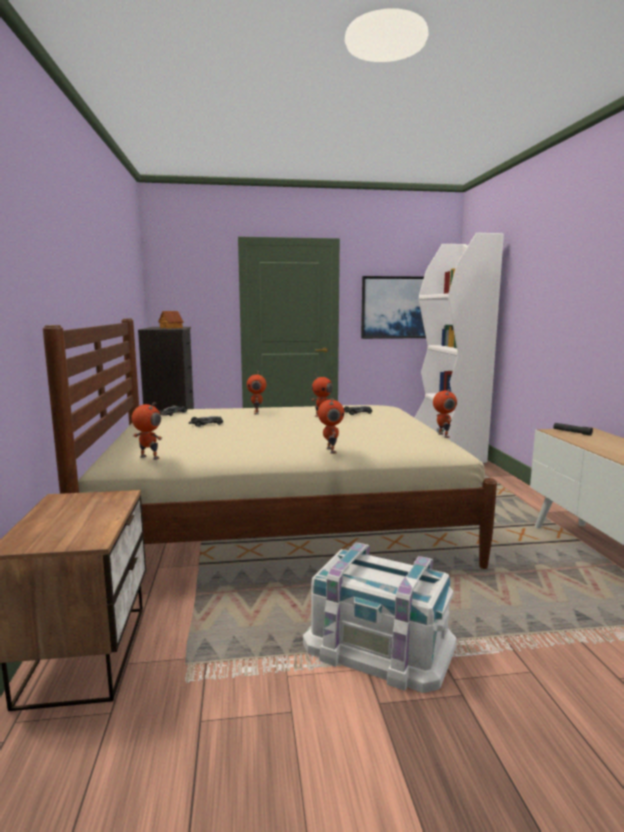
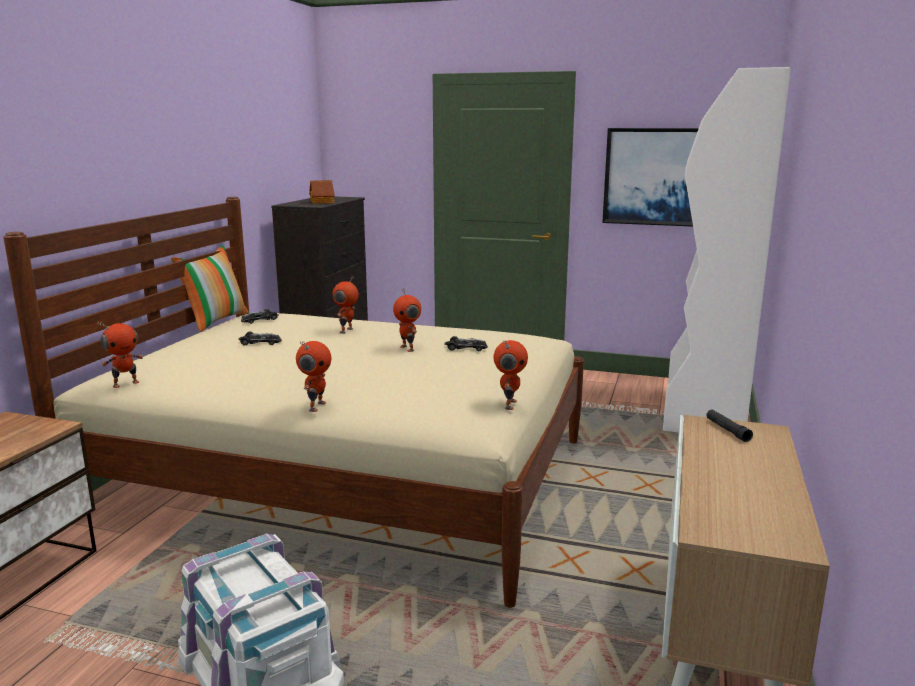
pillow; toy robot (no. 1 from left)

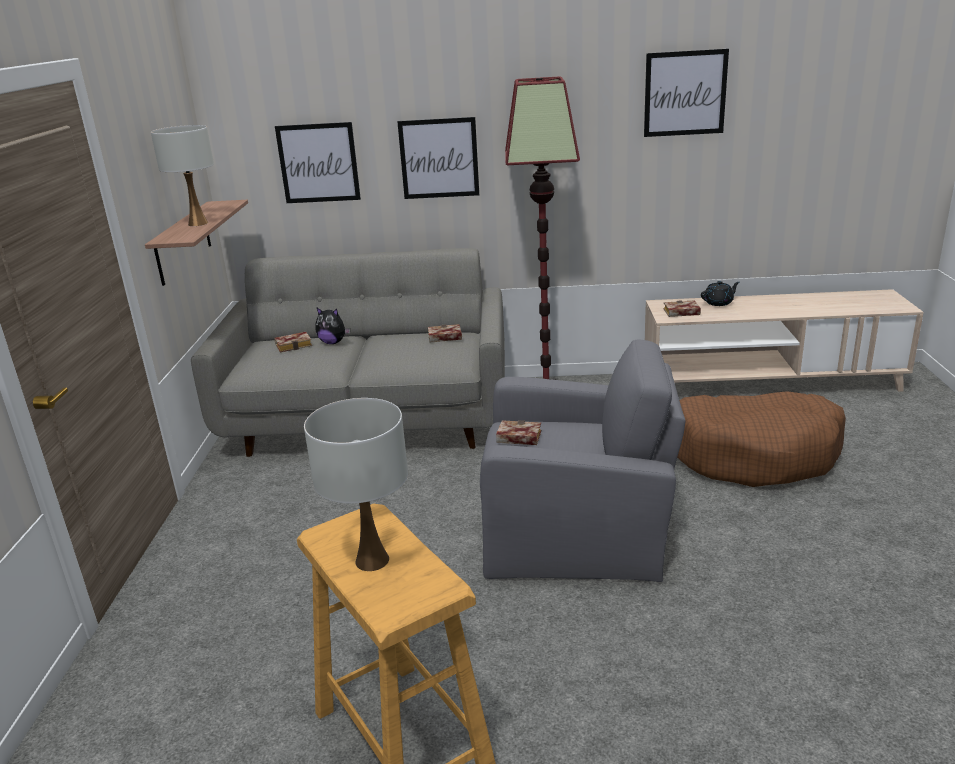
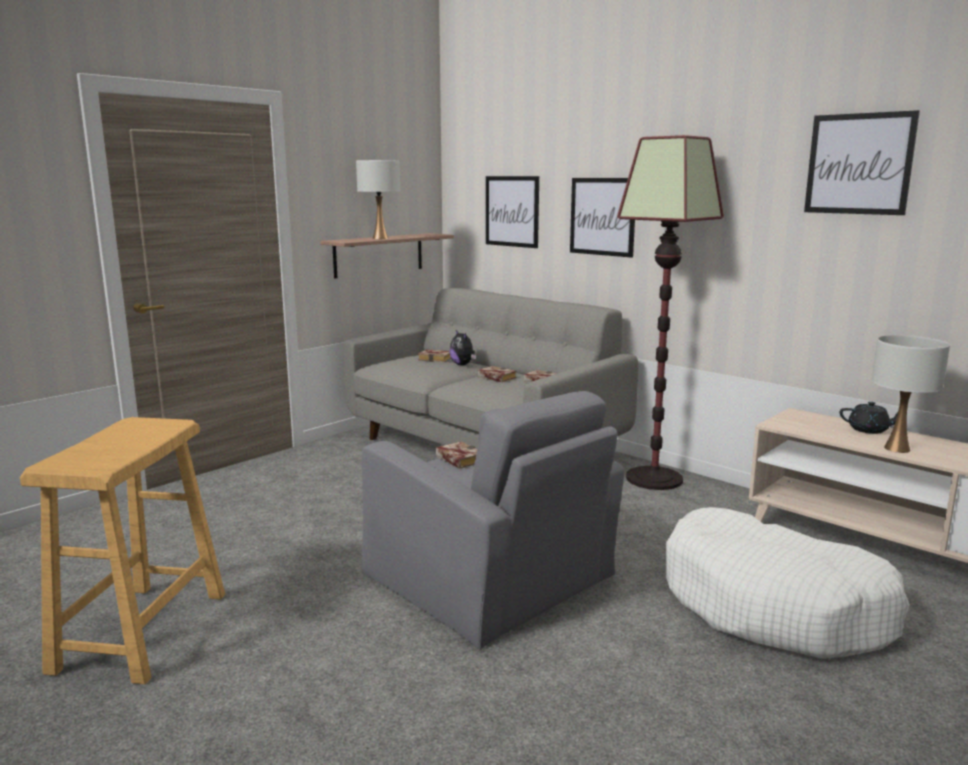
white table lamp (no. 2 from left); book (no. 3 from left); white dog bed

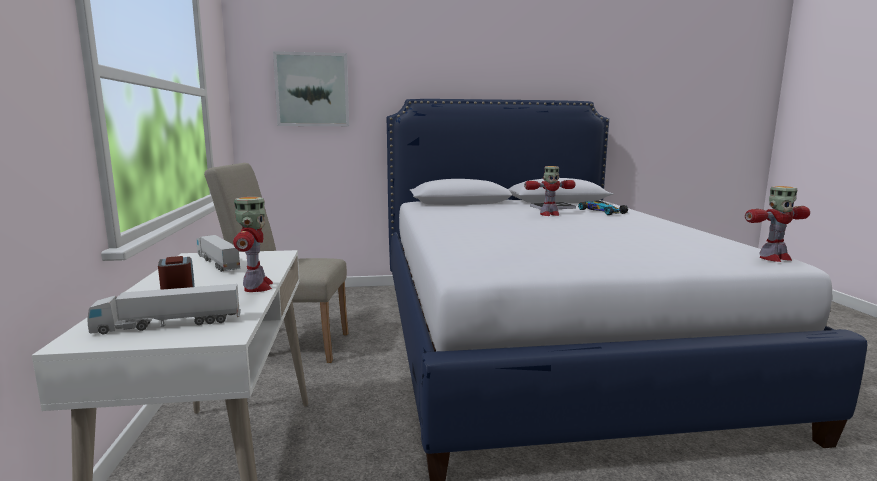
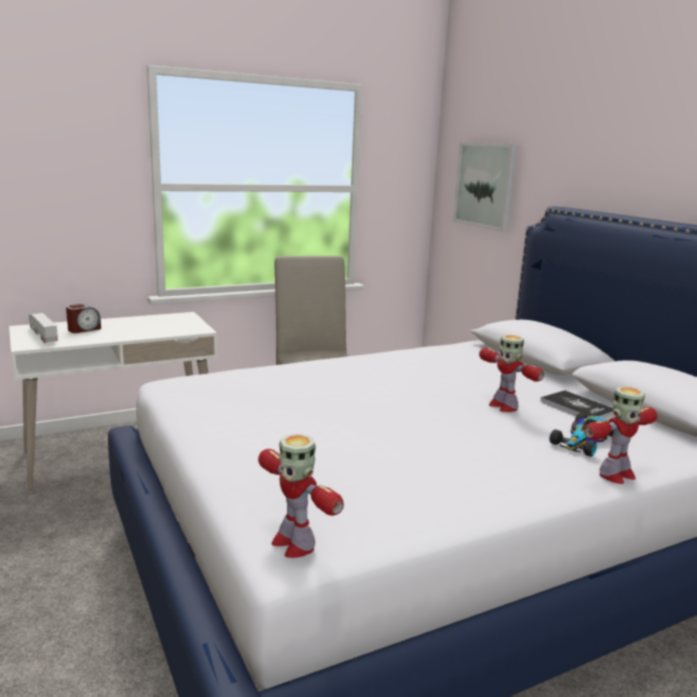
toy truck (no. 2 from left in the first image); toy robot (no. 3 from left)

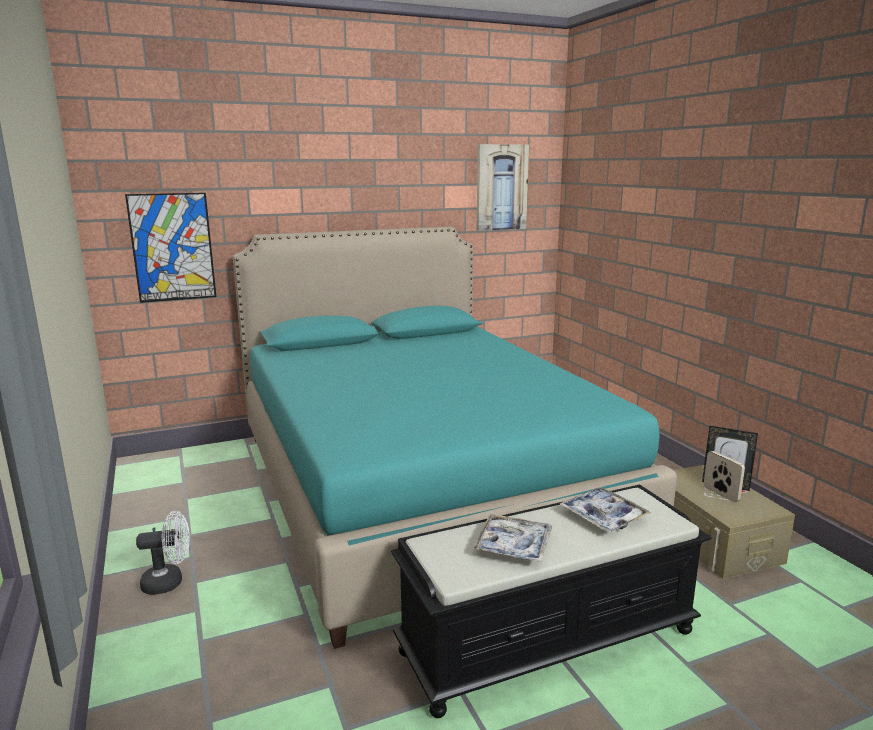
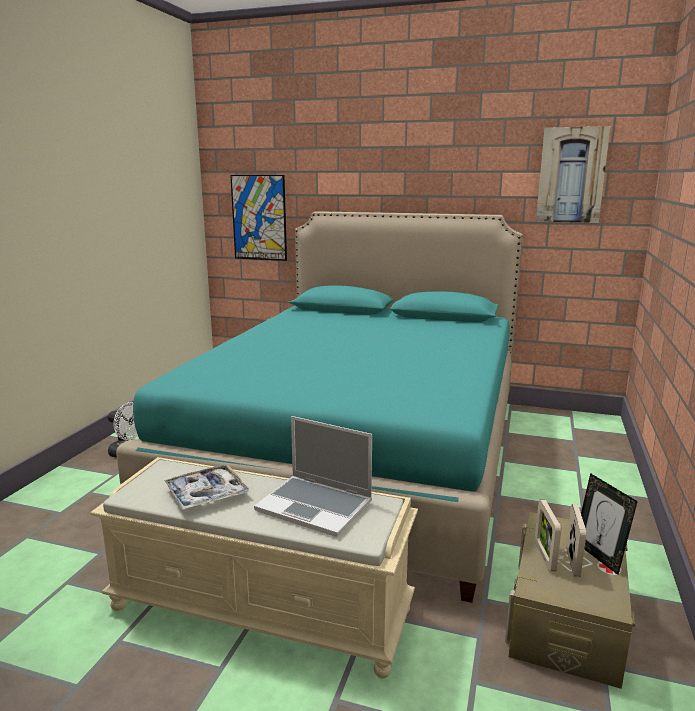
picture frame (no. 1 from left); laptop; beige bench

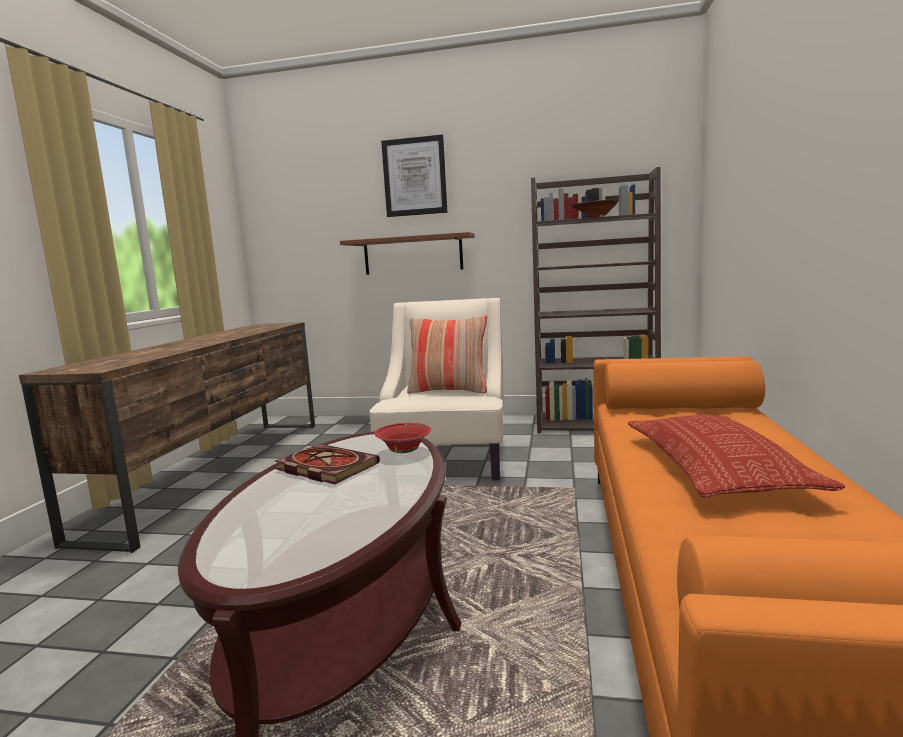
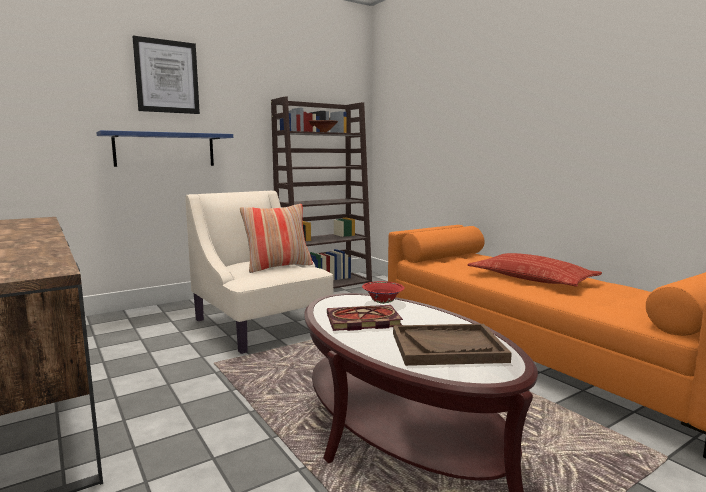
brown tray; blue shelf

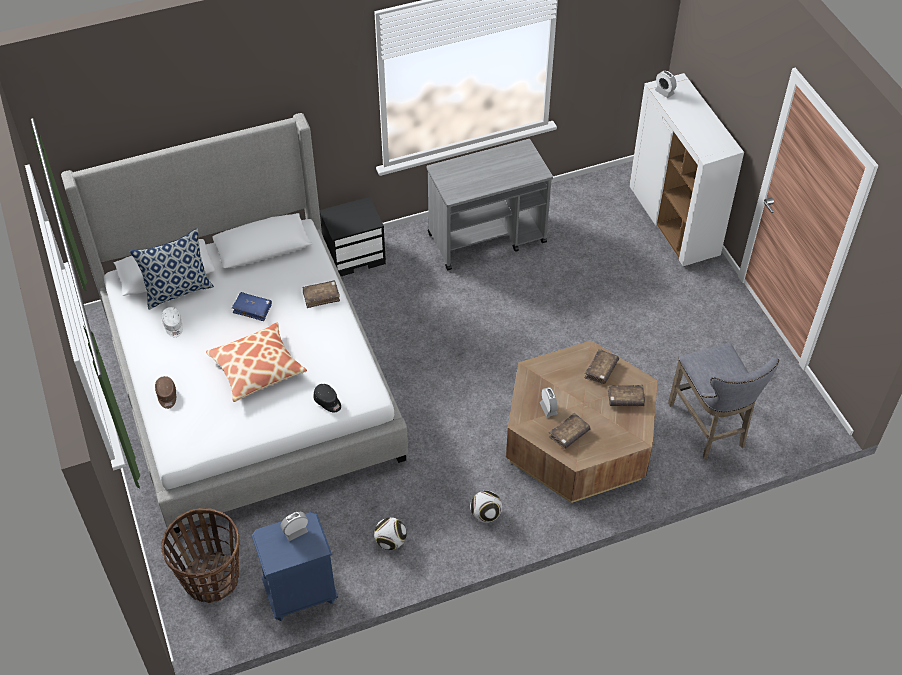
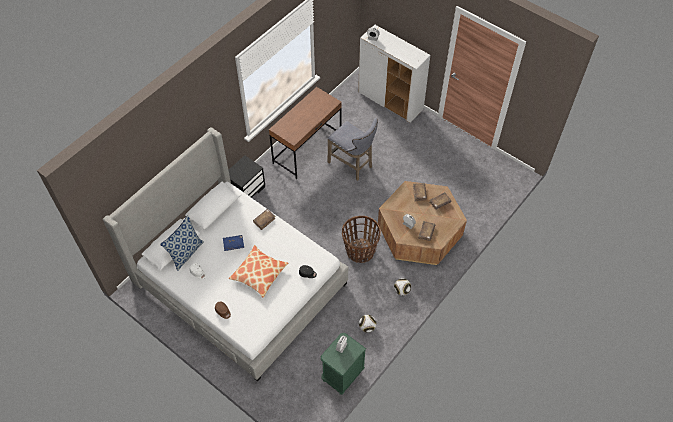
basket; grey stool; brown desk; green nightstand

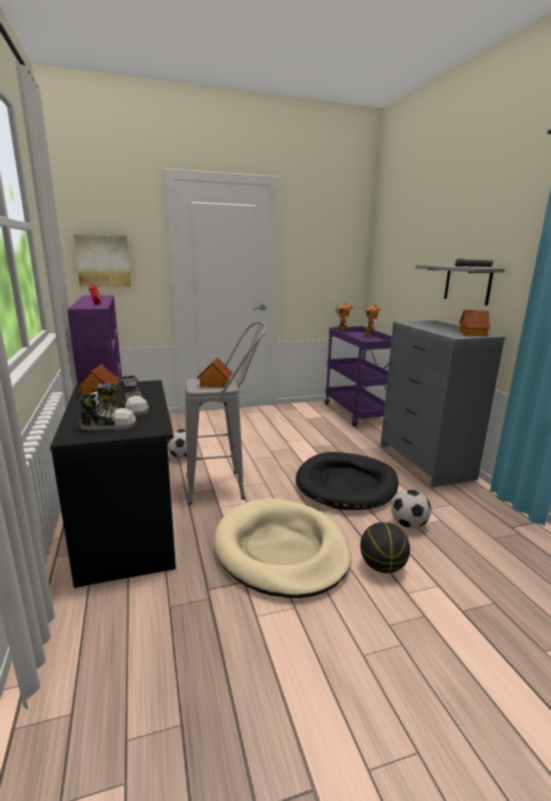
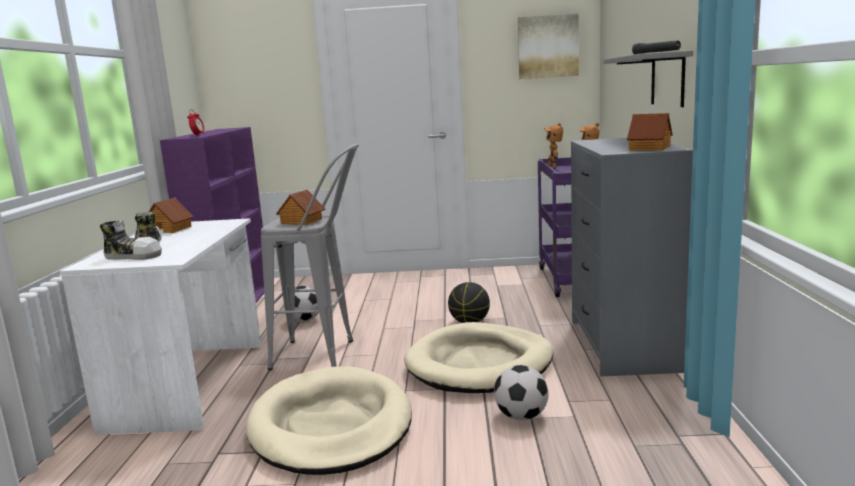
shoe (no. 3 from left in the first image); picture; basketball; white desk; beige dog bed (no. 2 from left)

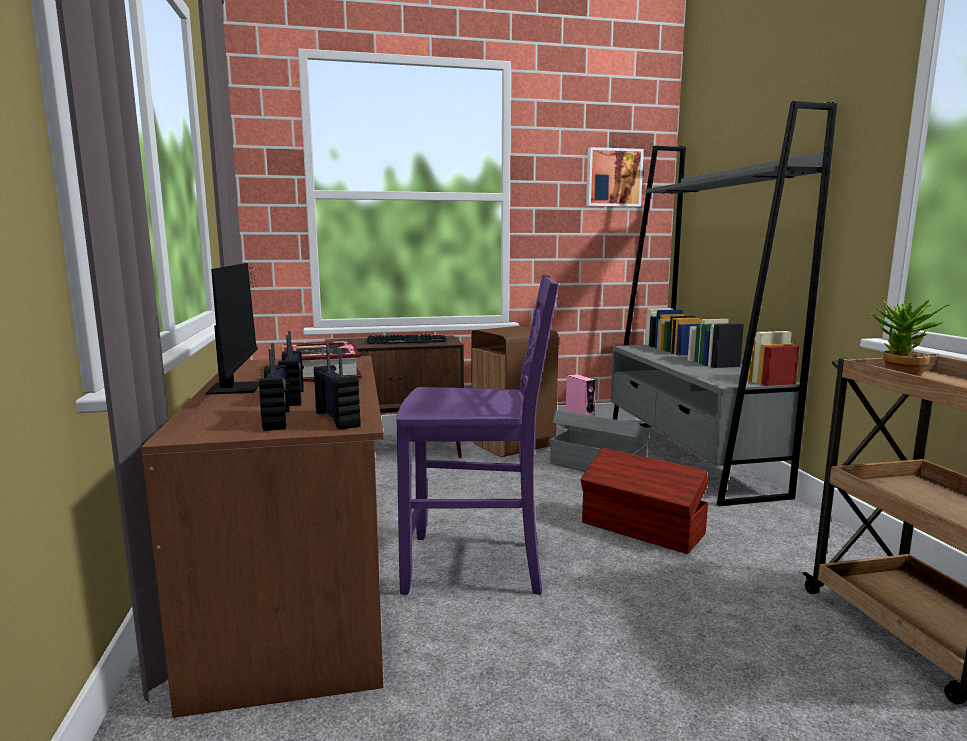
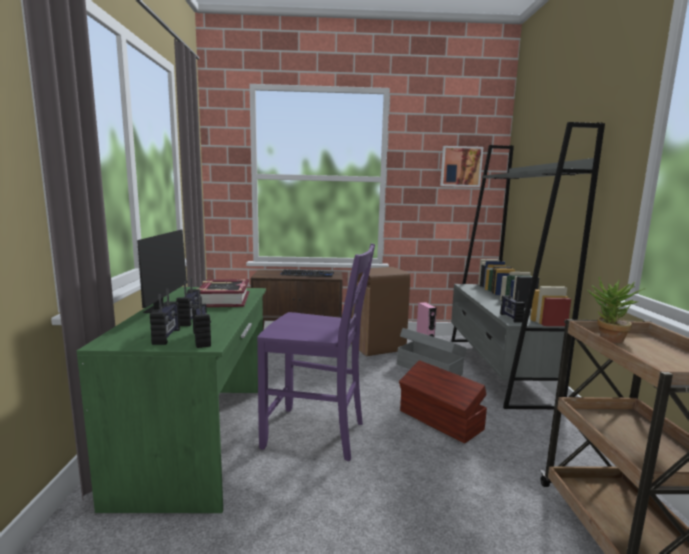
radio (no. 4 from left); green desk

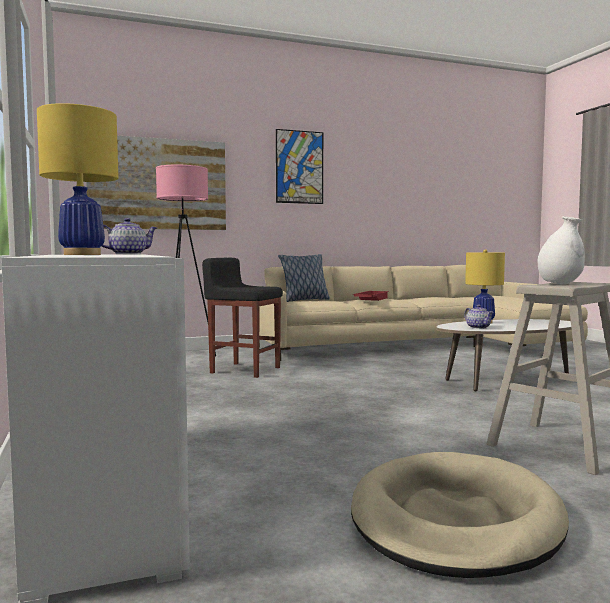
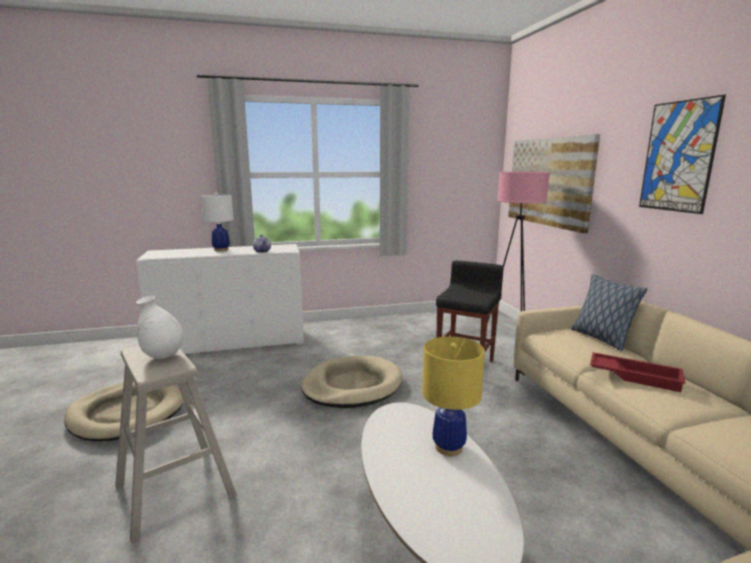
teapot (no. 2 from left in the first image); beige dog bed (no. 2 from left); white table lamp

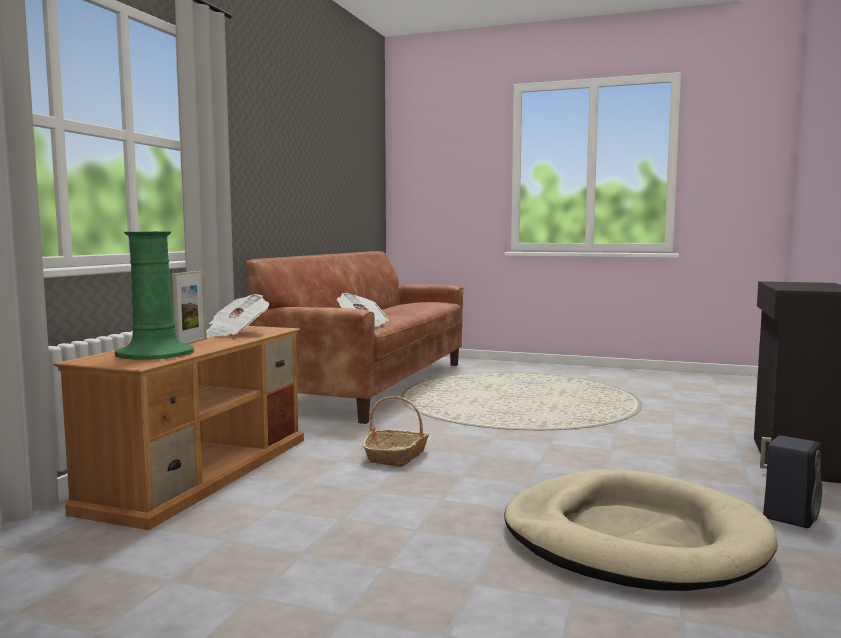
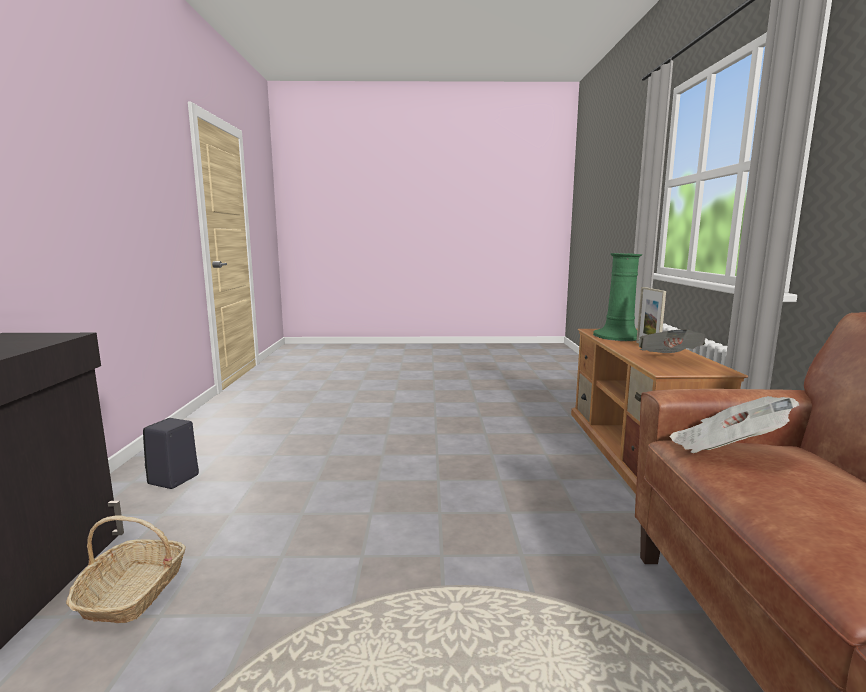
beige dog bed; basket

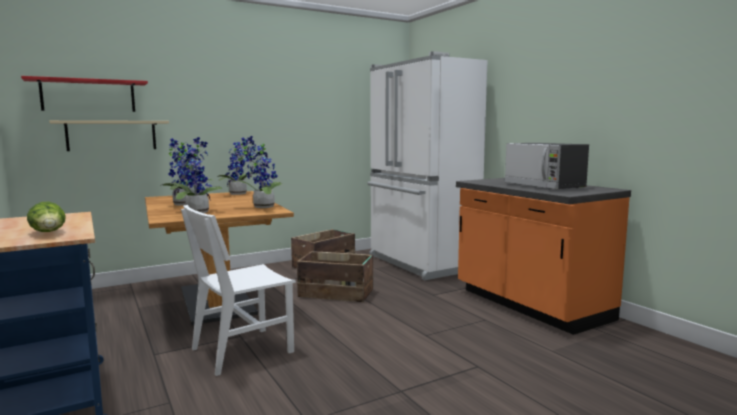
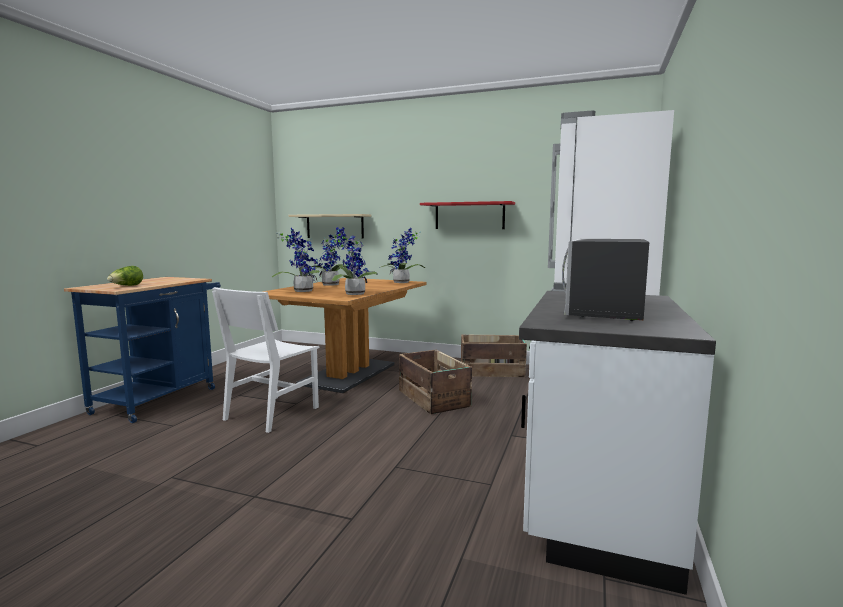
red shelf; white counter; white chair

